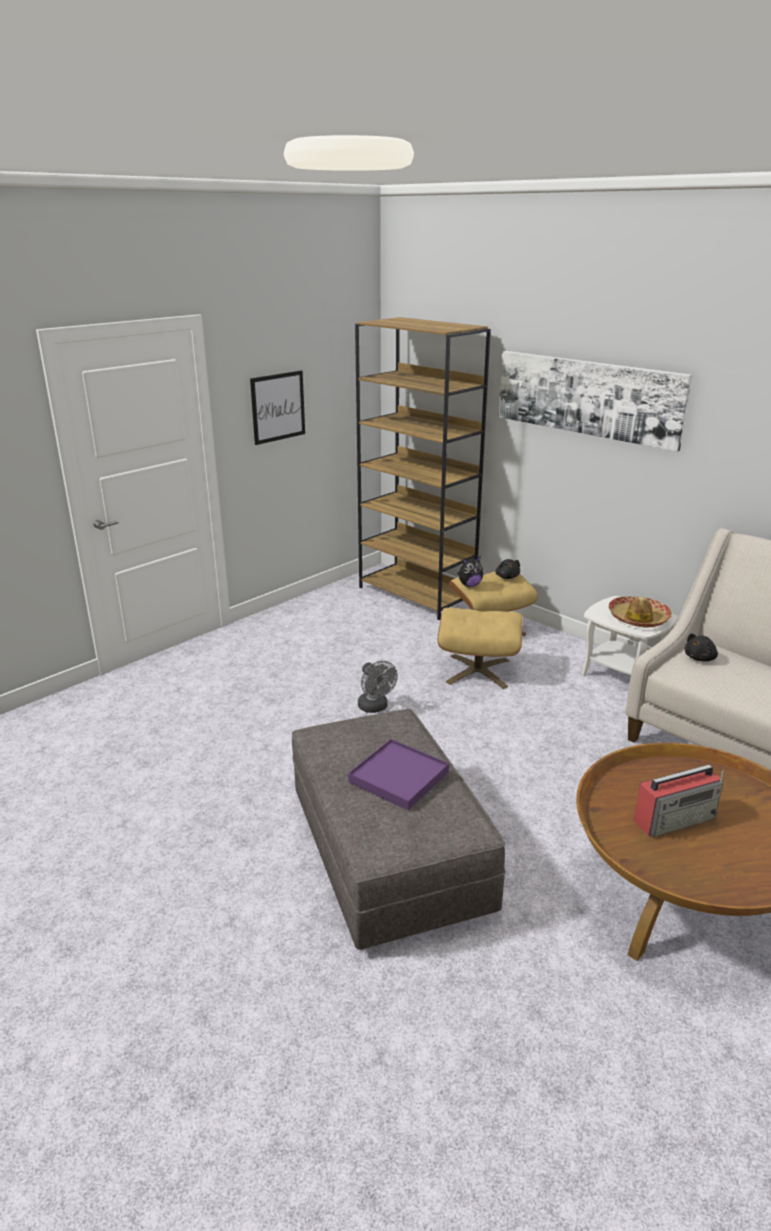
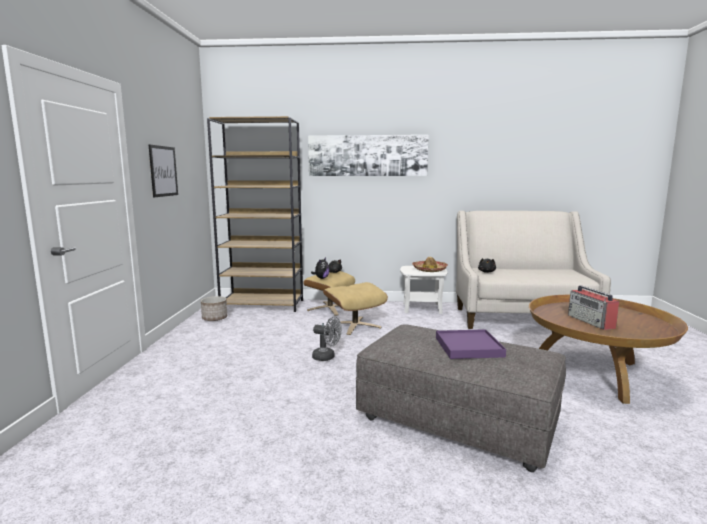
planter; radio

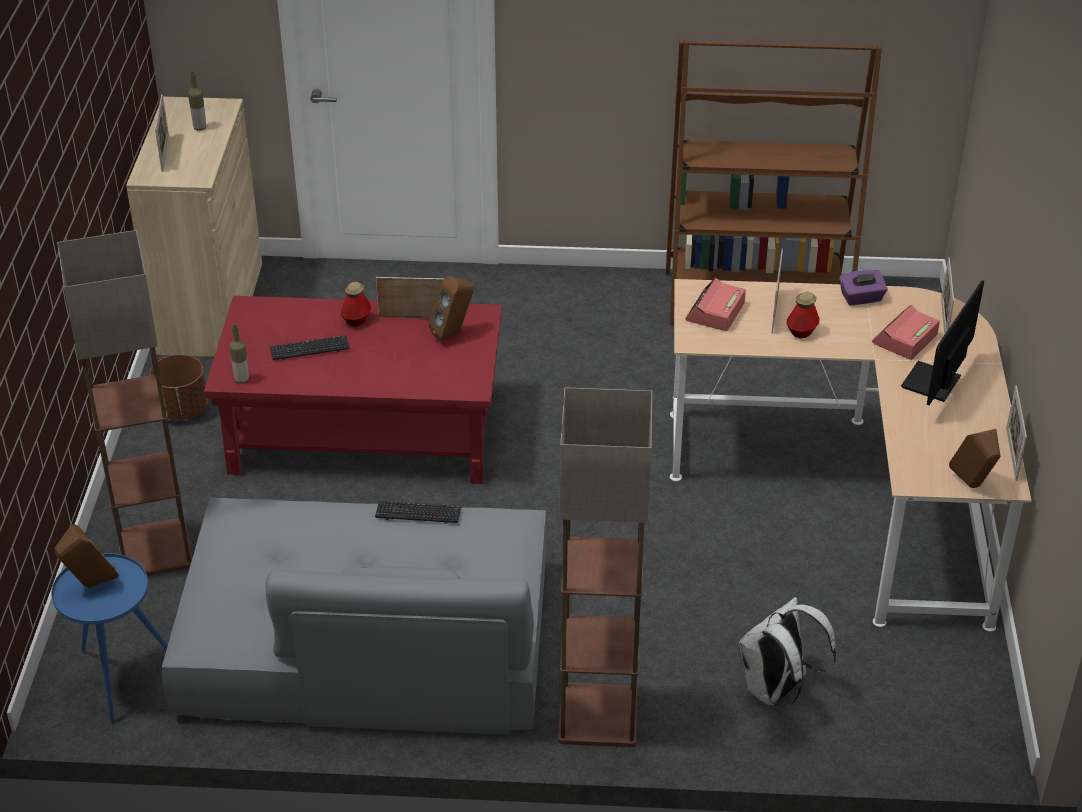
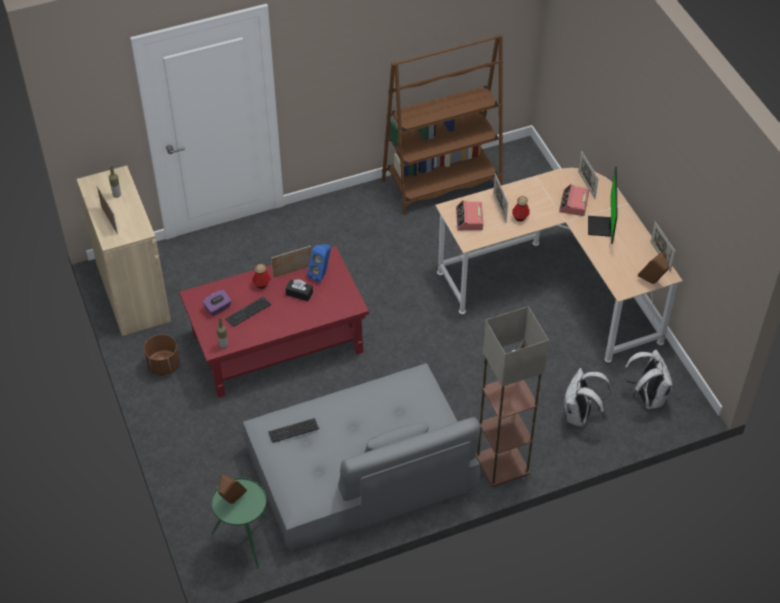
floor lamp (no. 1 from left in the first image); black tissue box; white backpack (no. 2 from left); keyboard (no. 2 from left); purple tissue box; green side table; blue speaker

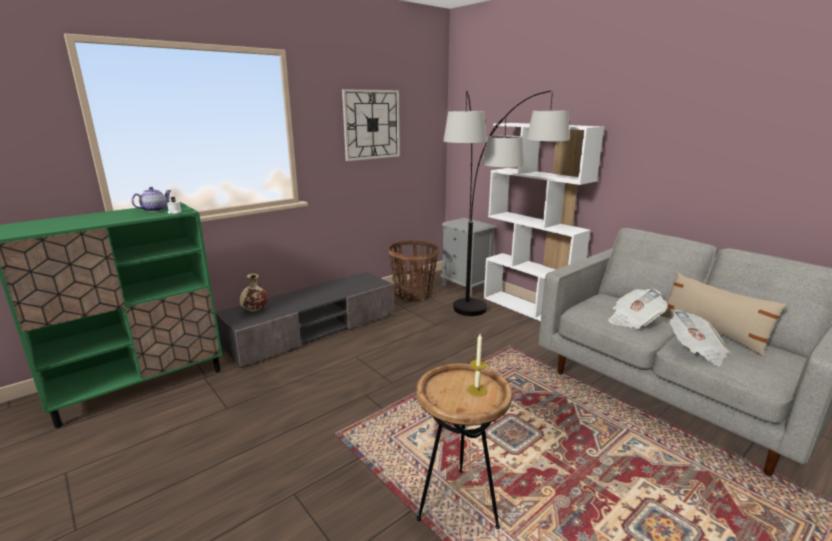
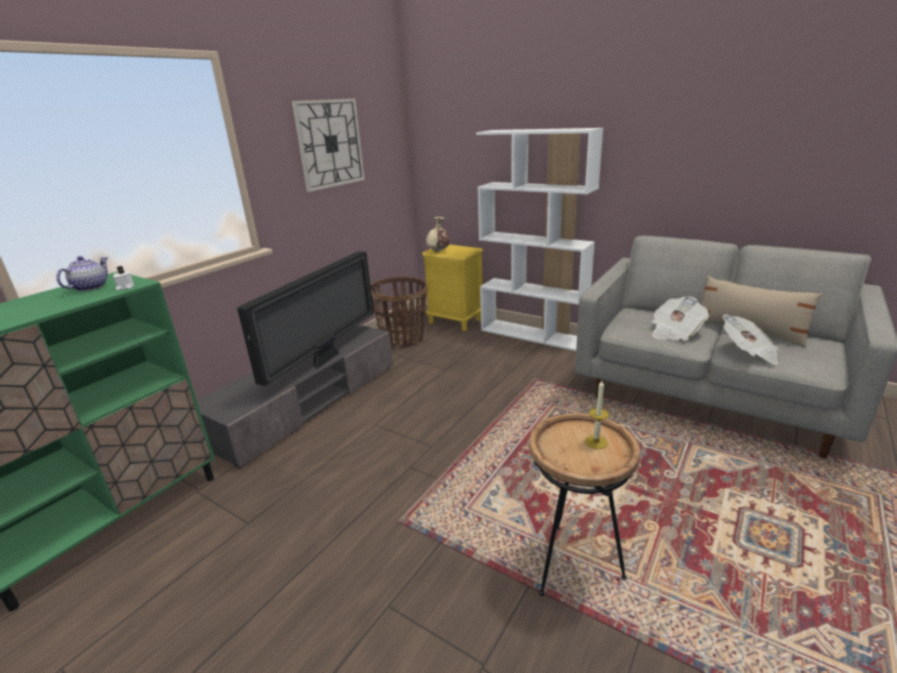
floor lamp; television; beige vase; yellow nightstand

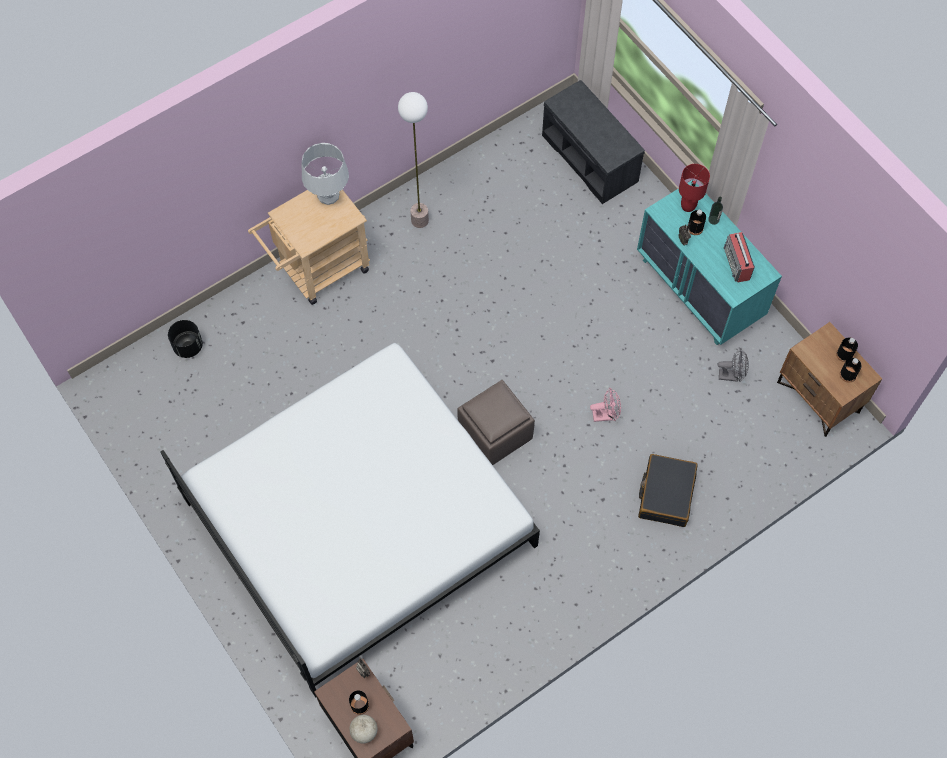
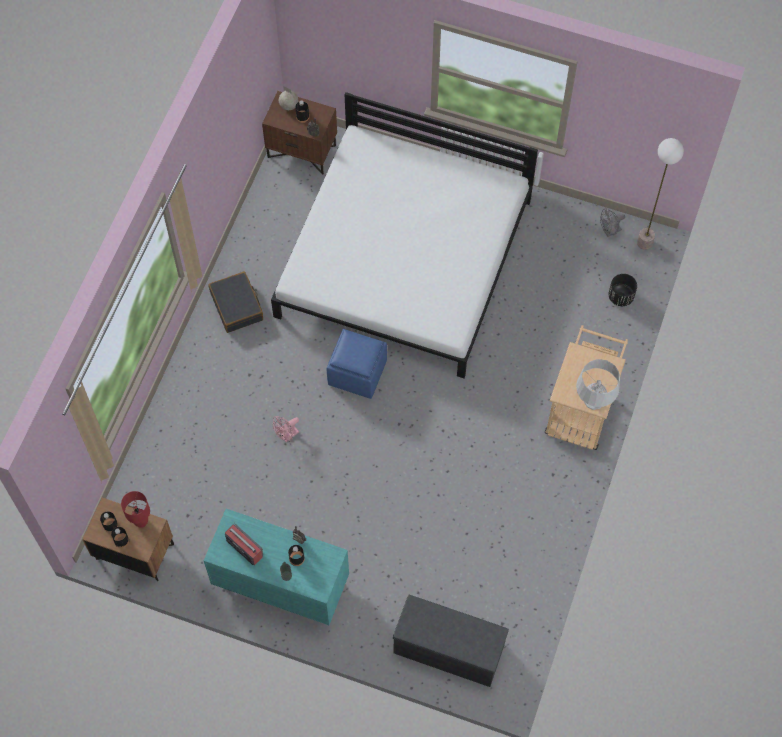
floor lamp; black suitcase; red table lamp; grey fan; blue ottoman

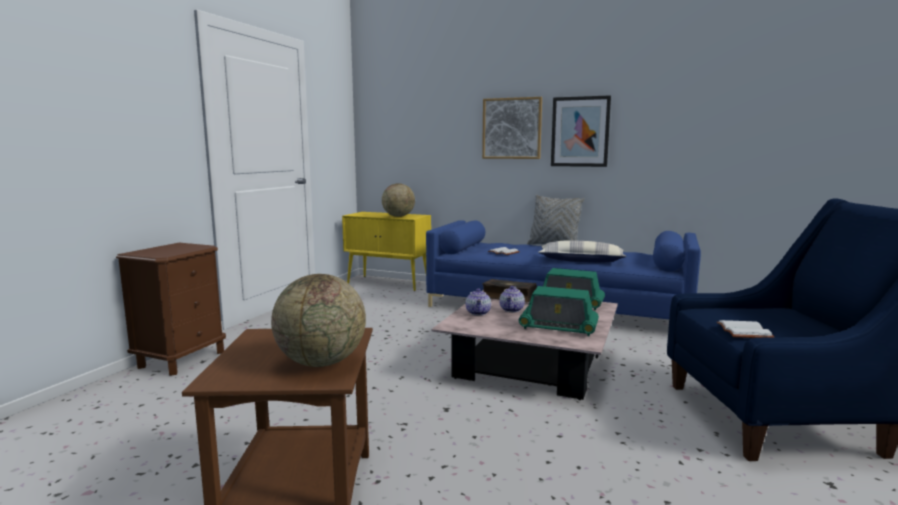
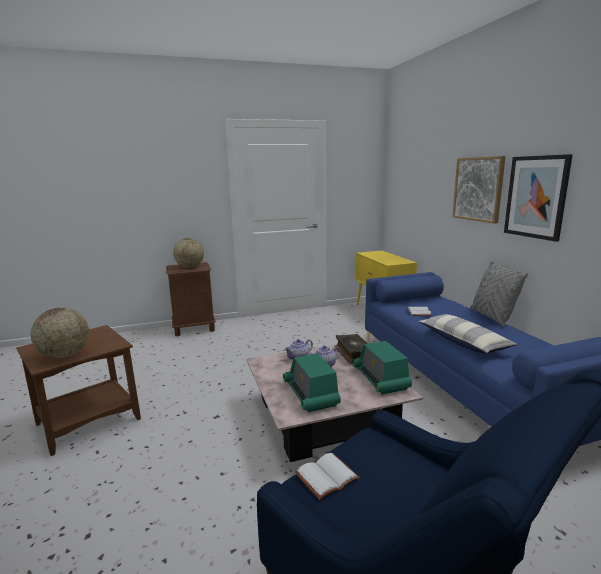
globe (no. 2 from left)

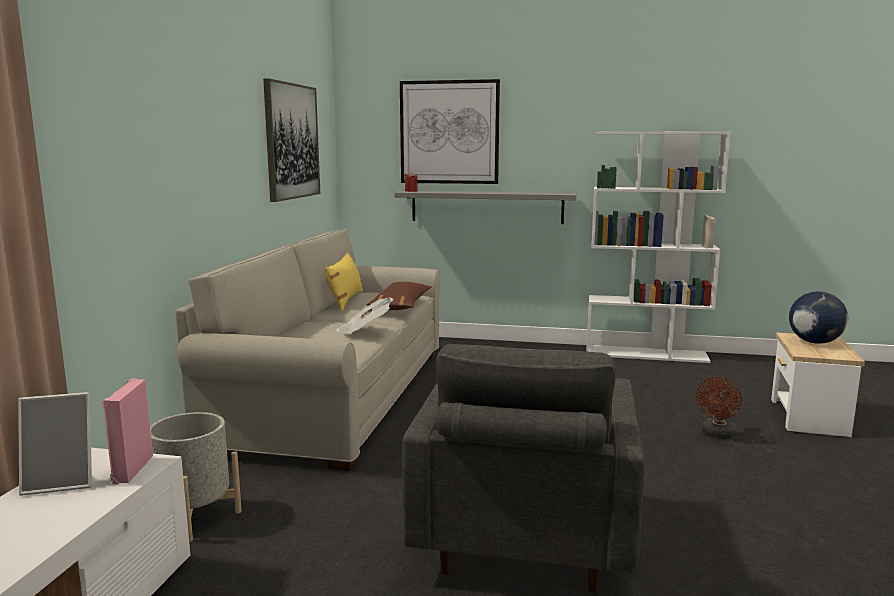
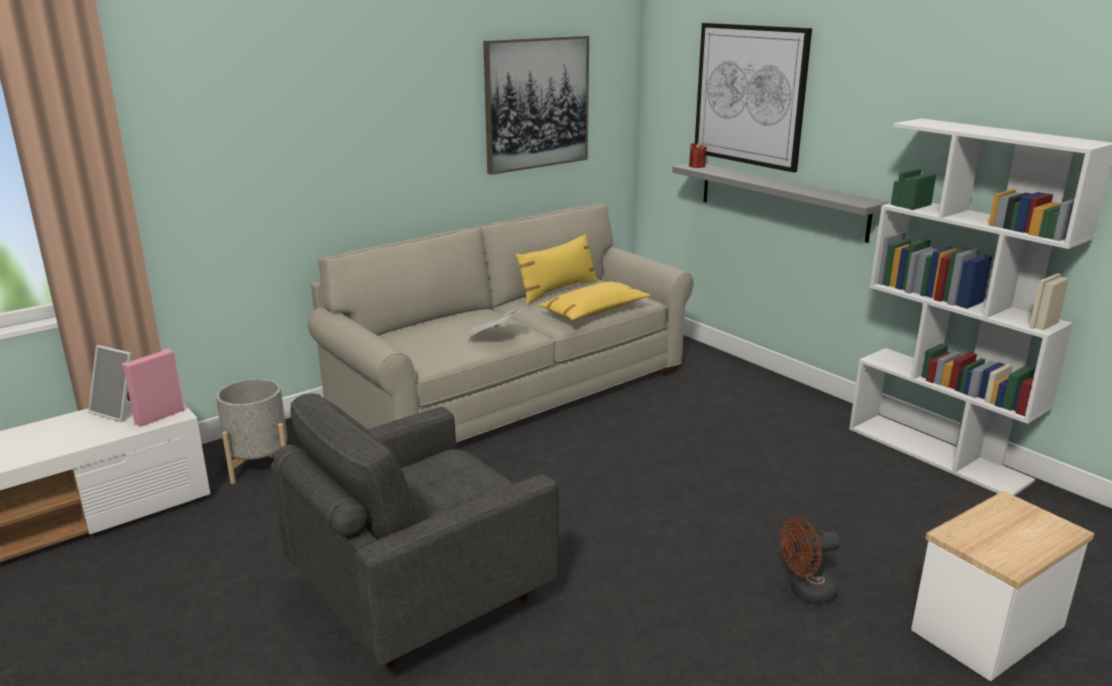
globe; yellow pillow (no. 2 from left)

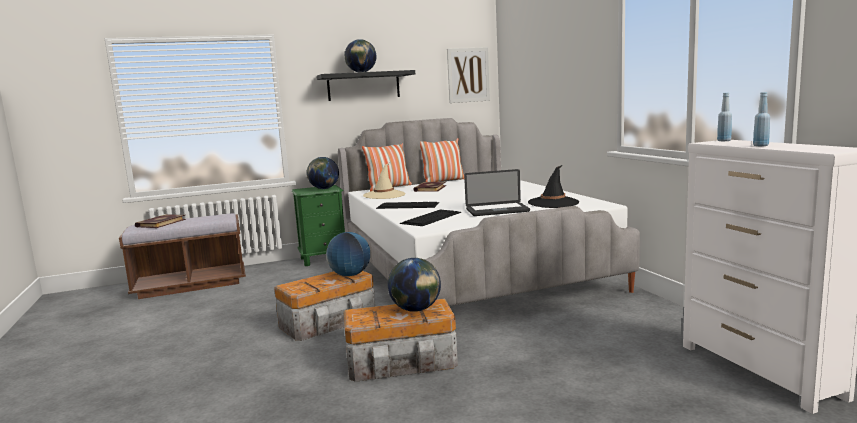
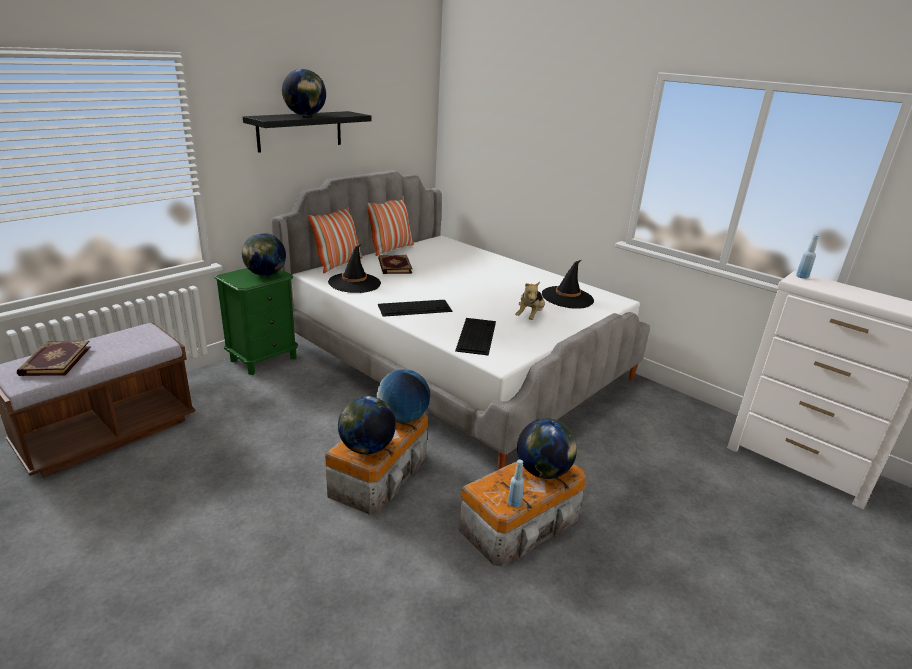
picture; globe (no. 3 from left); blue bottle (no. 1 from left); plush toy; black hat (no. 1 from left)

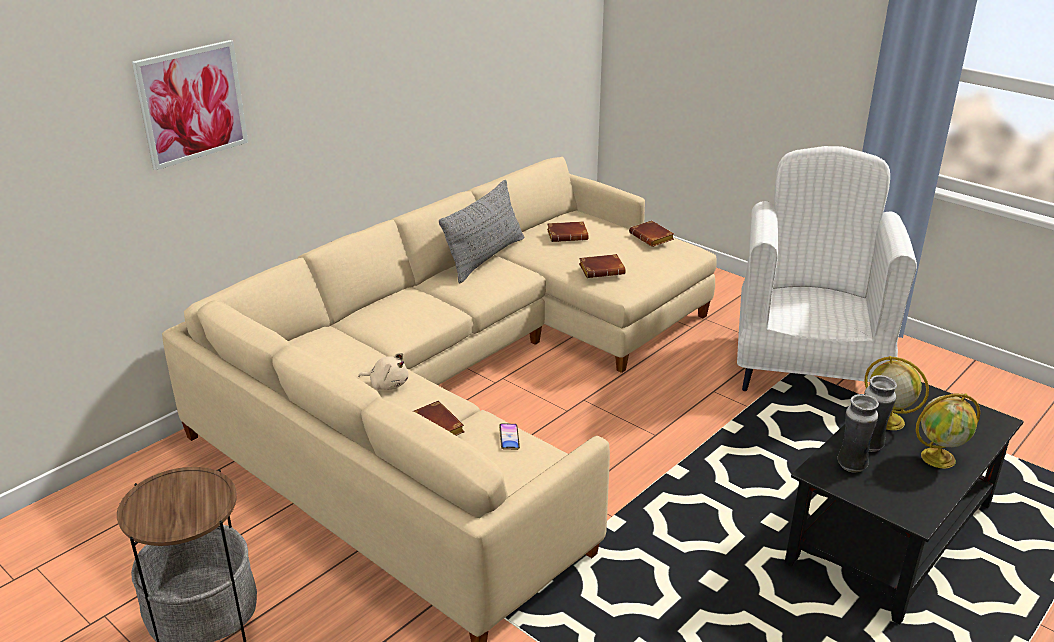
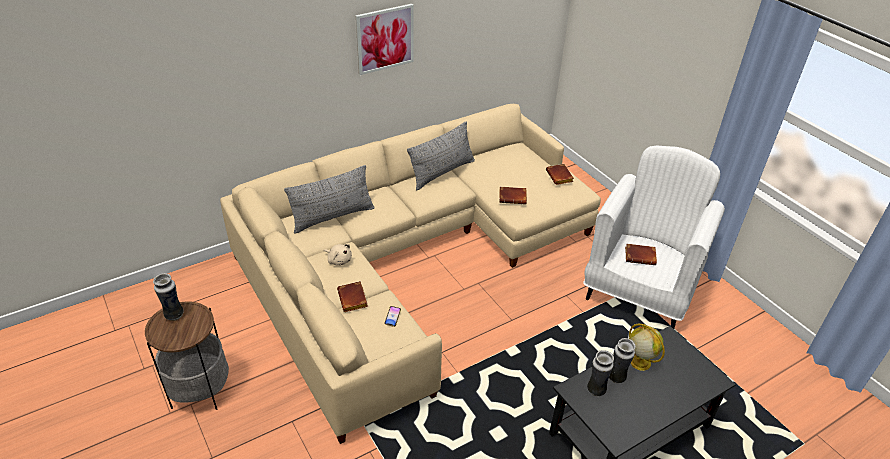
globe (no. 2 from left in the first image); vase (no. 1 from left); grey pillow (no. 1 from left); picture; brown book (no. 4 from left)

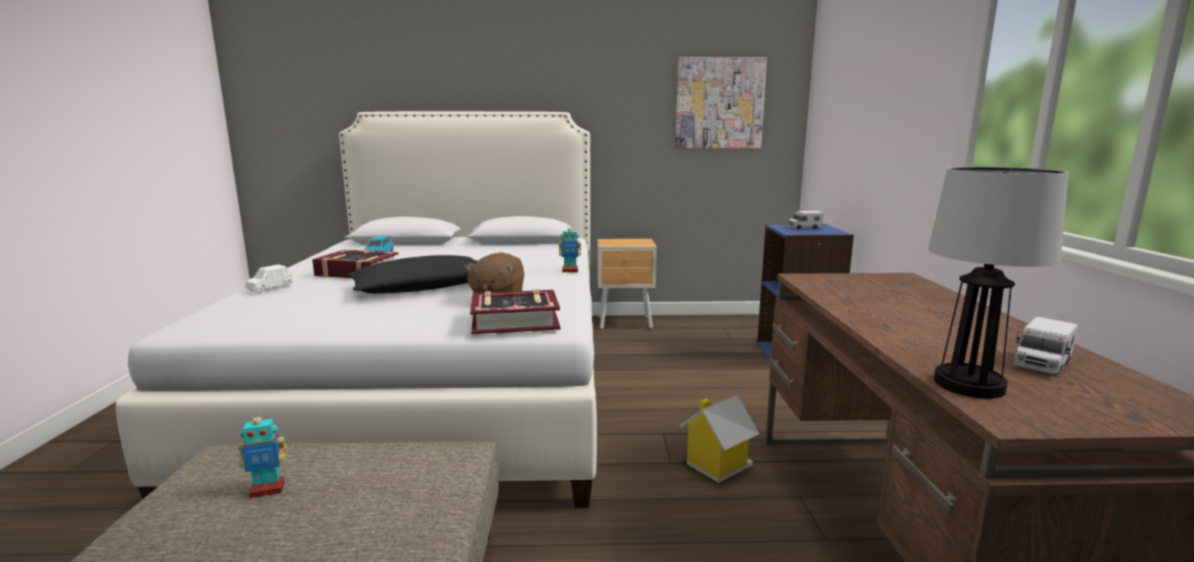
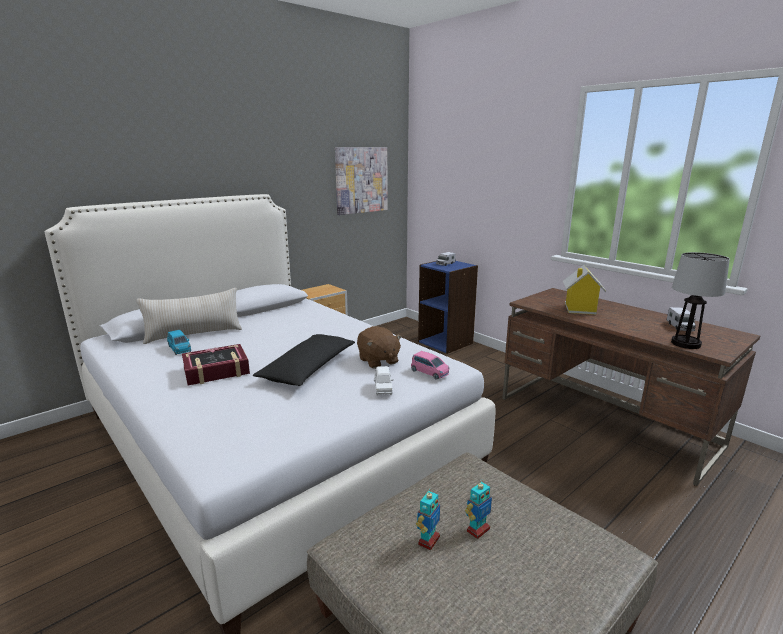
beige pillow; white toy car; toy robot (no. 2 from left); toy house; pink toy car

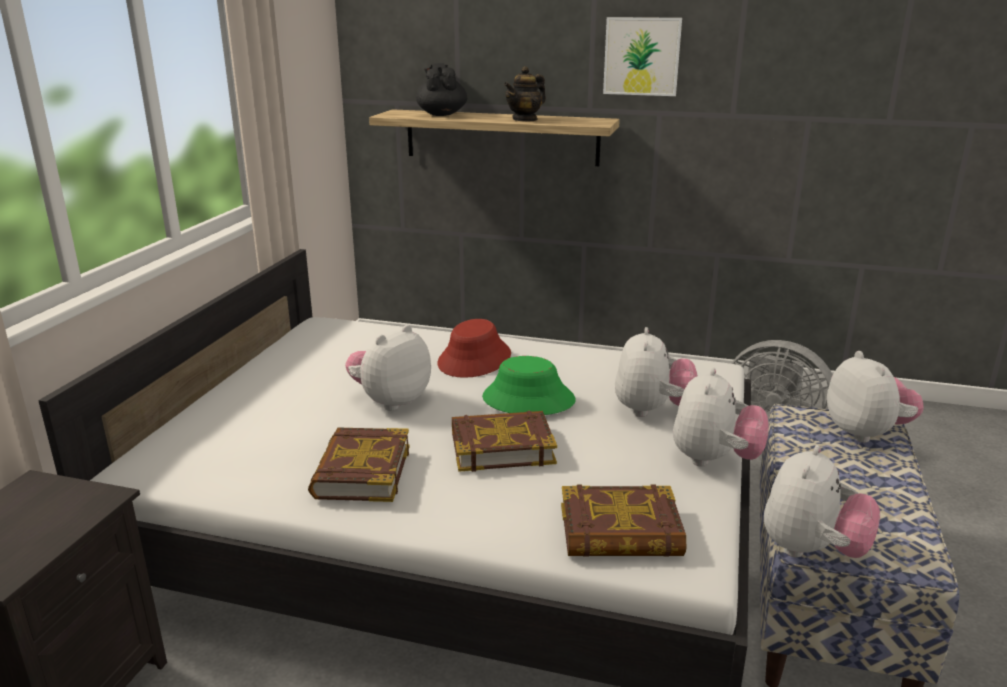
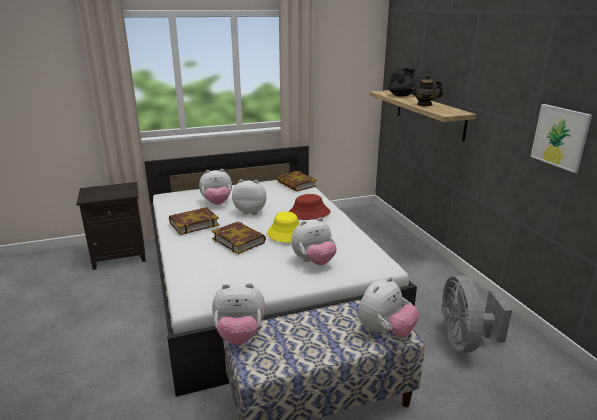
book (no. 3 from left); picture; plush toy (no. 1 from left); yellow hat

